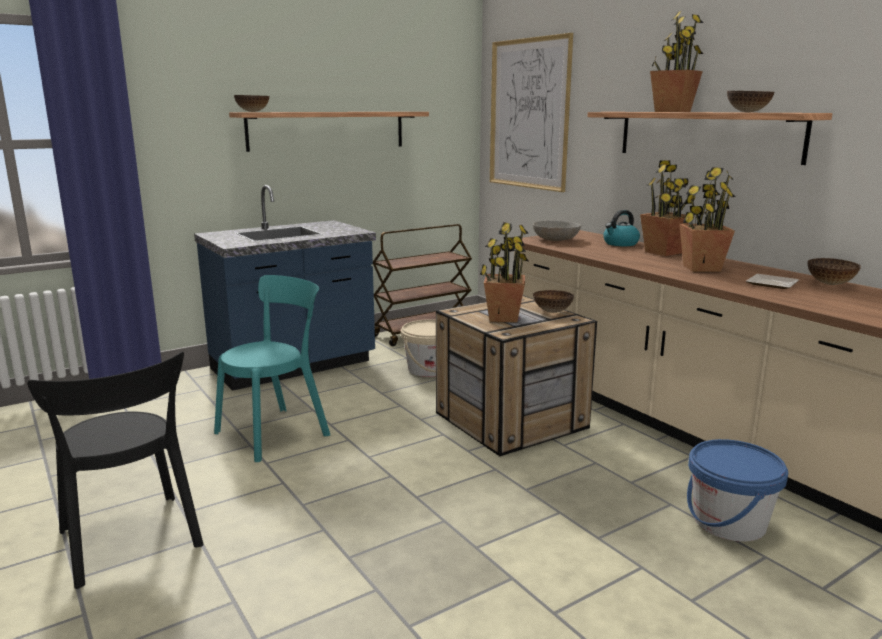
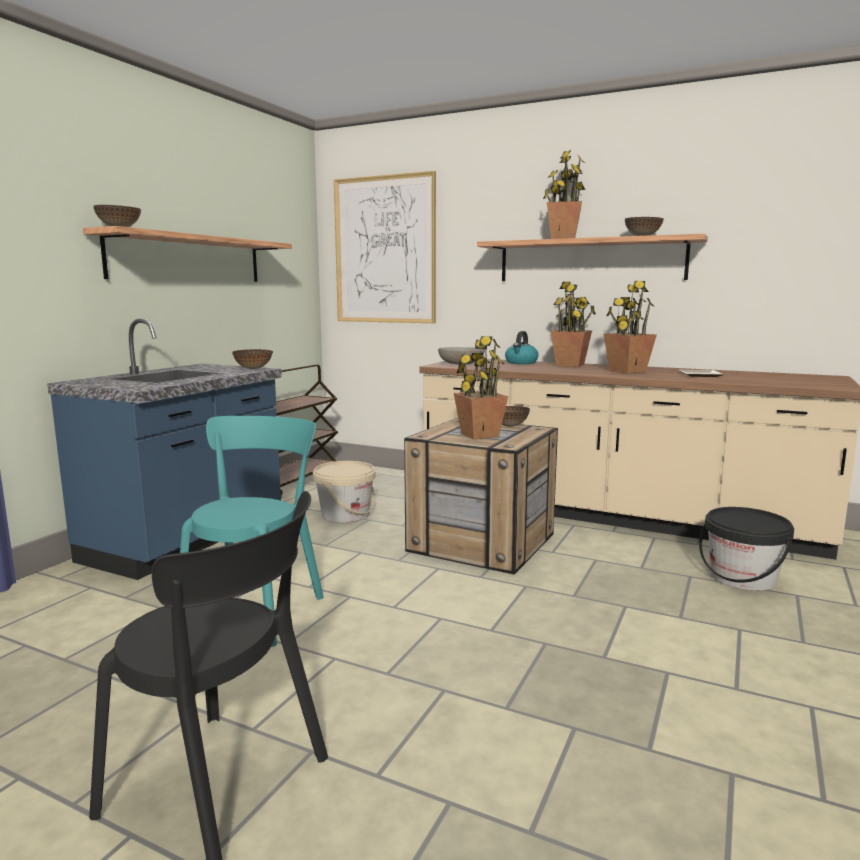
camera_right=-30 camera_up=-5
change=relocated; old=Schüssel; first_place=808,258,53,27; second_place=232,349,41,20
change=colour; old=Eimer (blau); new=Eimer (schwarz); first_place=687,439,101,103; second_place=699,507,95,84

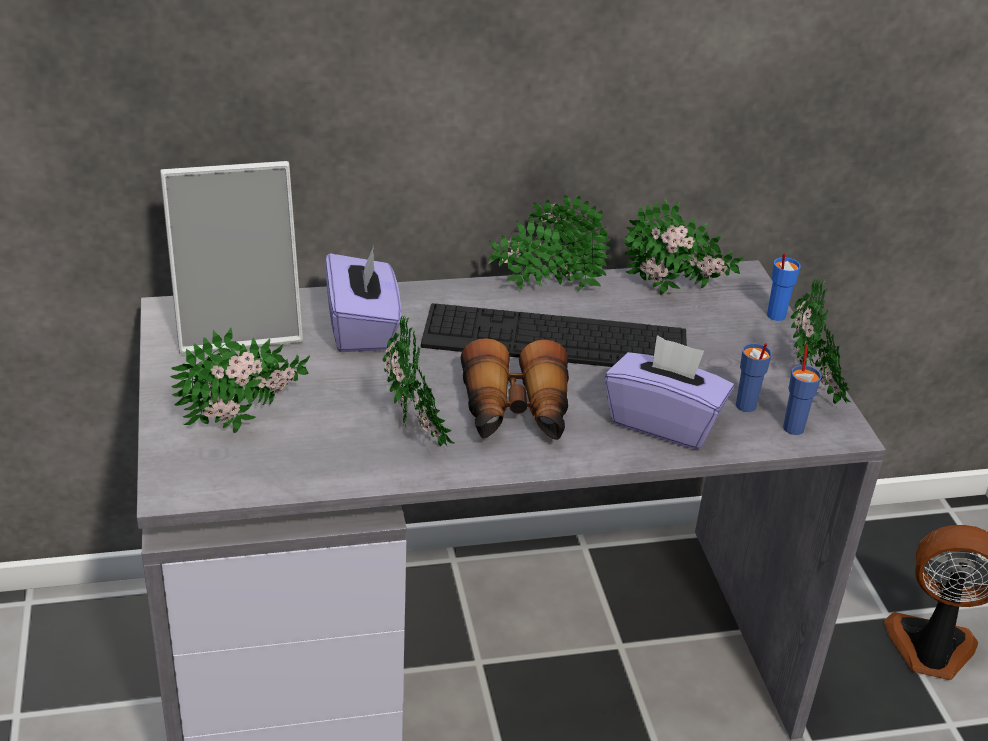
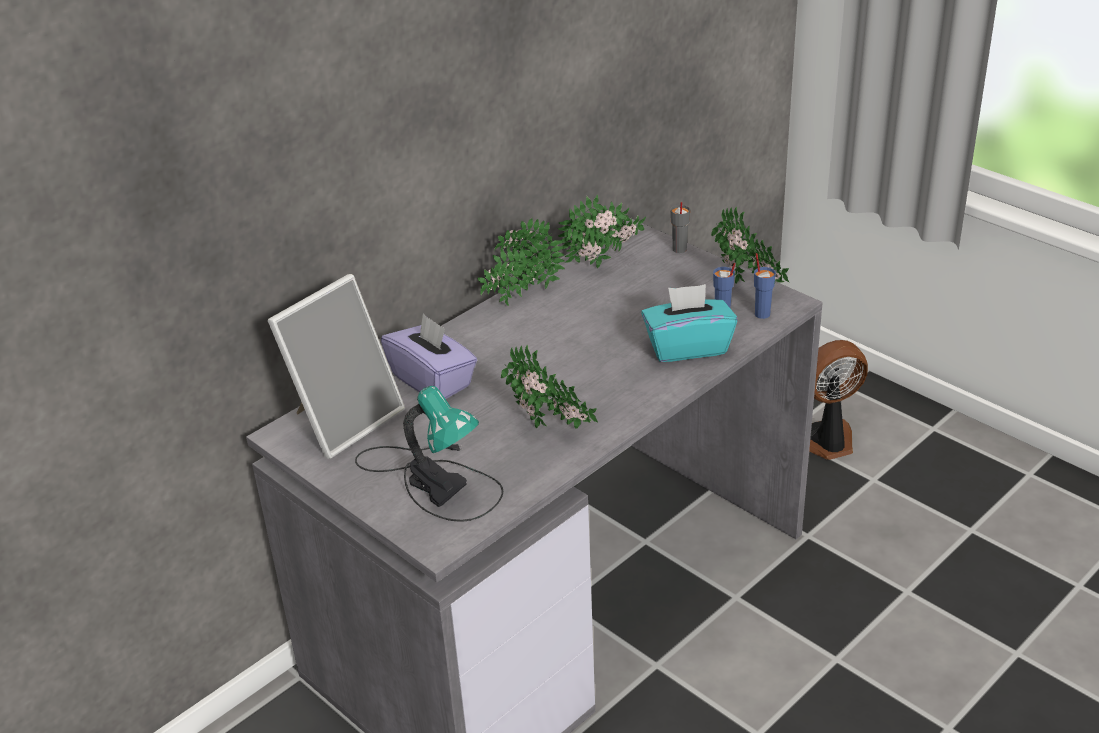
camera_right=-30 camera_up=0
change=colour; old=Tasse (blau); new=Tasse (grau); first_place=767,253,33,68; second_place=670,202,20,51
change=missing; old=Tastatur; first_place=421,303,266,64
change=exchanged; old=Topfpflanze; new=Tischlampe; first_place=170,328,140,105; second_place=355,386,148,135
change=colour; old=Taschentuchbox (lila); new=Taschentuchbox (türkis); first_place=605,335,129,114; second_place=641,284,97,78
change=missing; old=Fernglas; first_place=461,338,108,102

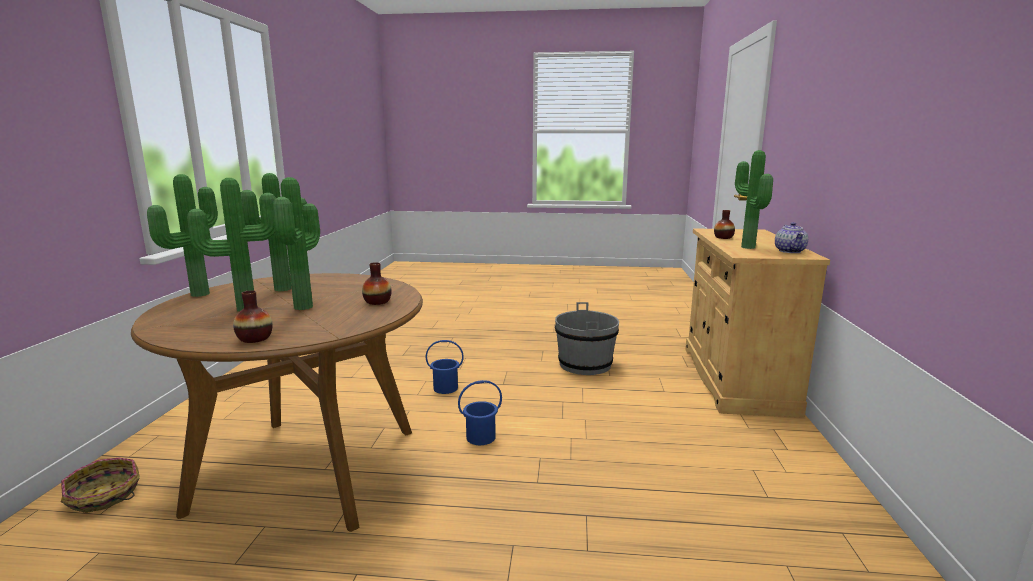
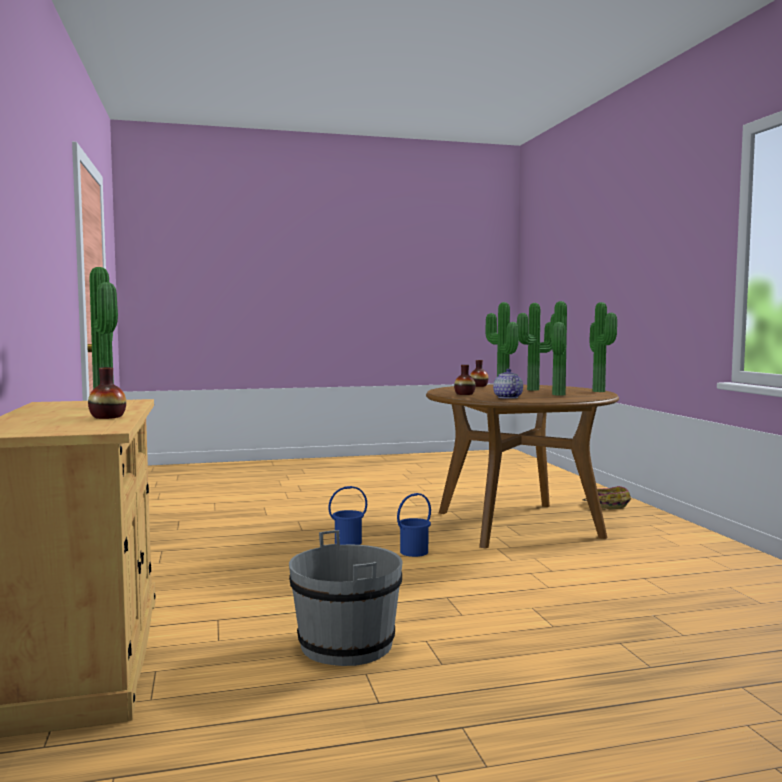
camera_right=160 camera_up=-10
change=relocated; old=Teekanne; first_place=775,222,33,31; second_place=493,369,30,30
change=relocated; old=Eimer (blau); first_place=425,340,39,54; second_place=328,486,39,59

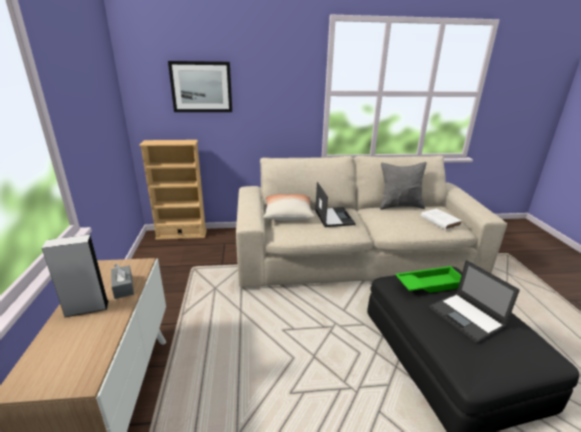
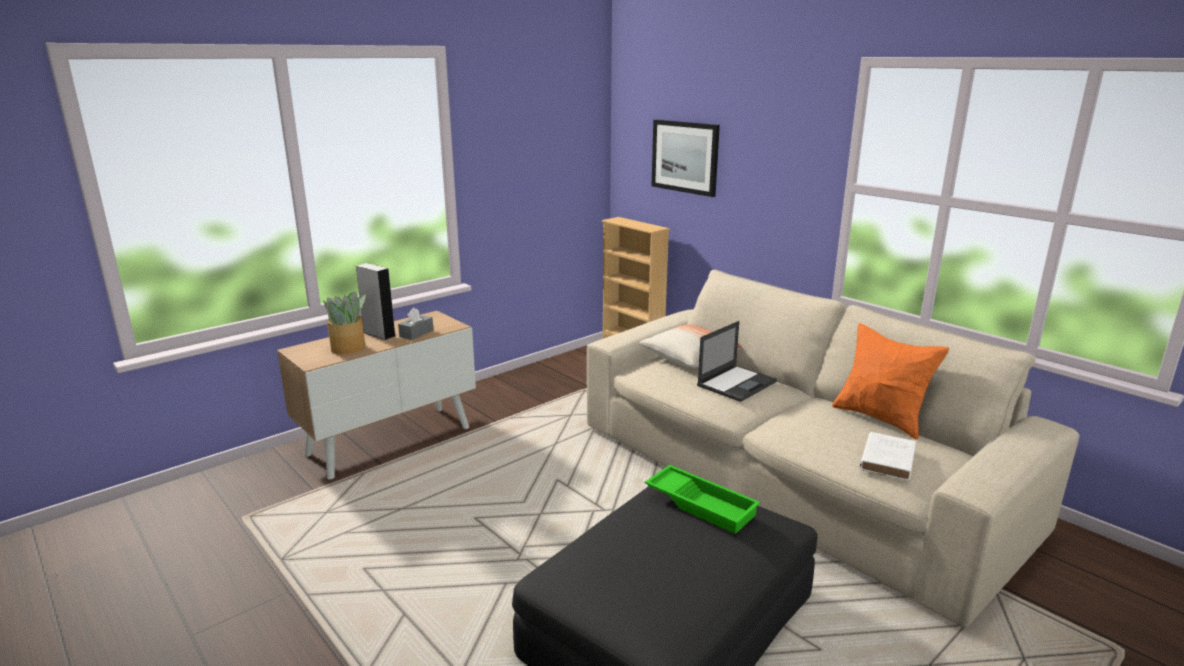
camera_right=55 camera_up=-5
change=colour; old=Kissen (grau); new=Kissen (orange); first_place=380,162,46,48; second_place=832,323,117,117
change=missing; old=Laptop; first_place=429,260,91,83
change=appeared; new=Topfpflanze; second_place=323,292,43,62

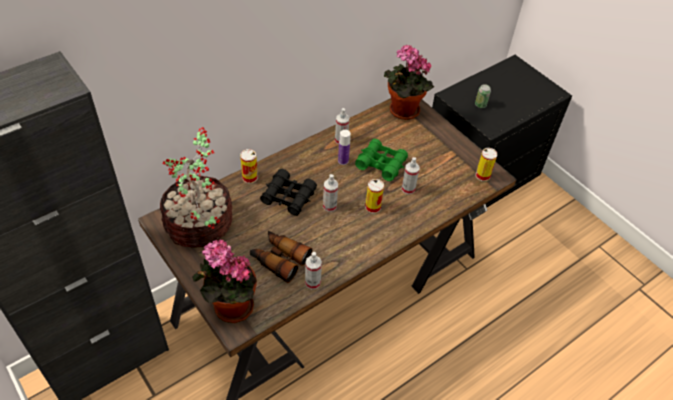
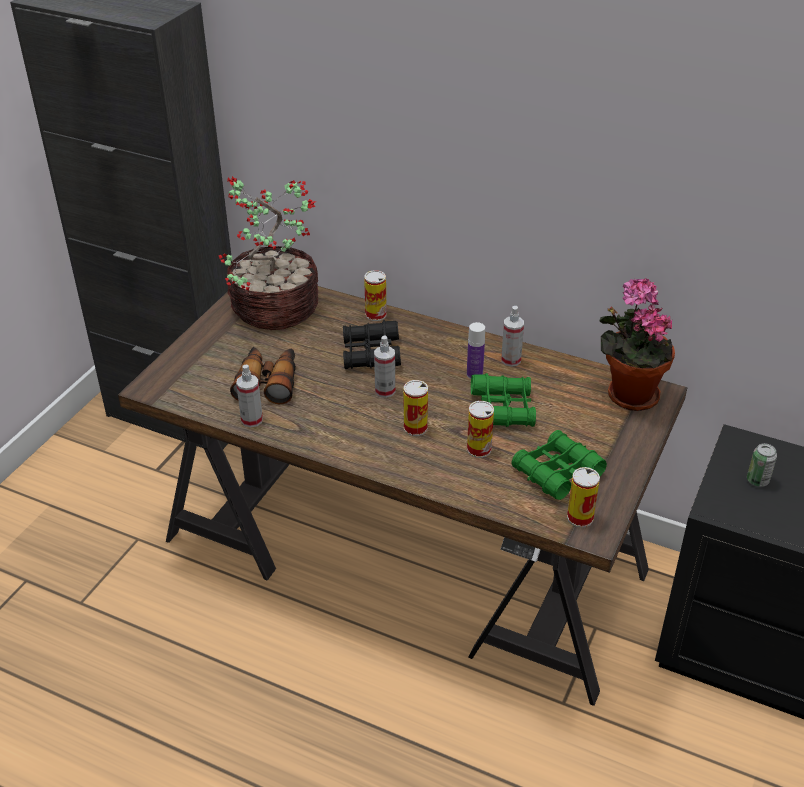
camera_right=65 camera_up=-10
change=exchanged; old=Sprühflasche; new=Dose; first_place=402,157,17,37; second_place=467,401,27,57
change=missing; old=Topfpflanze; first_place=192,240,65,83
change=appeared; new=Fernglas (grün); second_place=512,430,95,70

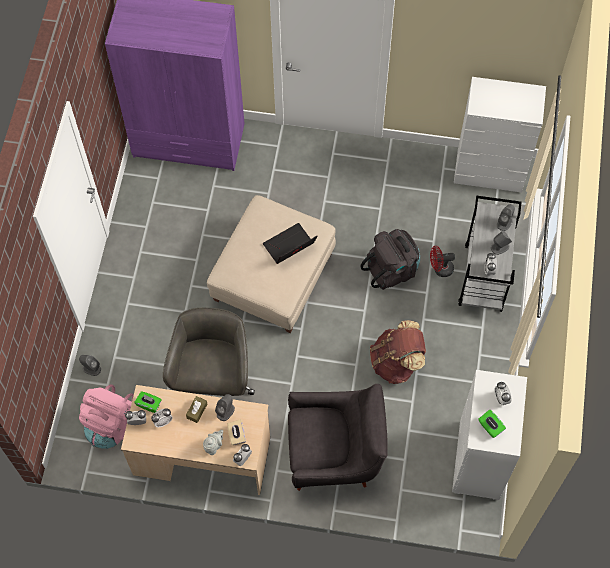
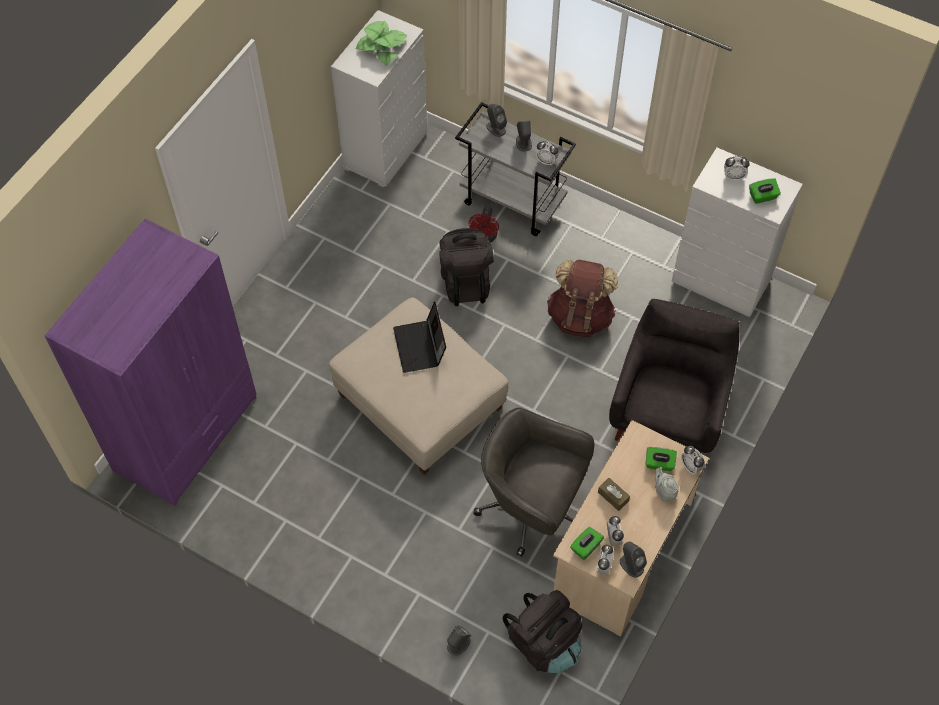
camera_right=-70 camera_up=-5
change=colour; old=Rucksack (rosa); new=Rucksack (schwarz); first_place=79,385,55,64; second_place=503,590,79,83
change=relocated; old=Lautsprecher (grau); first_place=215,394,20,27; second_place=620,542,27,36
change=colour; old=Taschentuchbox (beige); new=Taschentuchbox (grün); first_place=227,419,19,26; second_place=645,447,32,24
change=appeared; new=Topfpflanze; second_place=356,21,52,45

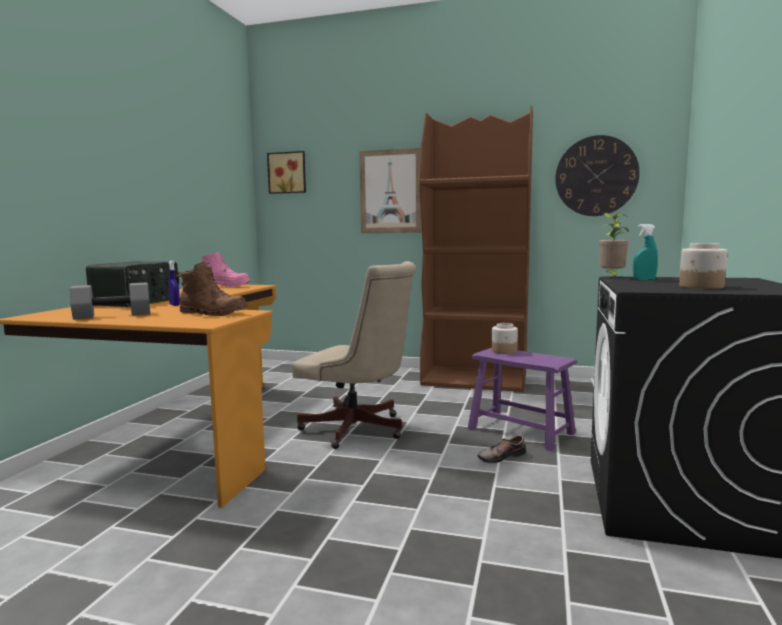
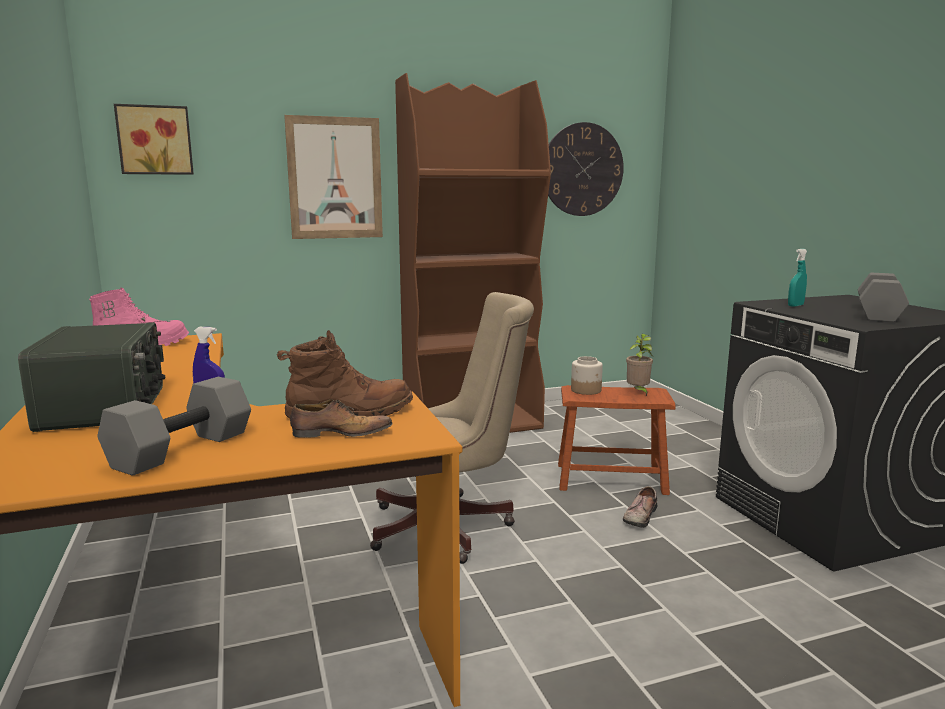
camera_right=-35 camera_up=5
change=relocated; old=Topfpflanze; first_place=599,213,30,65; second_place=626,334,27,62
change=exchanged; old=Vorratsglas; new=Hantel (grau); first_place=679,243,48,46; second_place=858,273,51,49
change=colour; old=Hocker (lila); new=Hocker (braun); first_place=468,348,109,103; second_place=558,385,118,110
change=appeared; new=Schuh; second_place=290,399,102,39

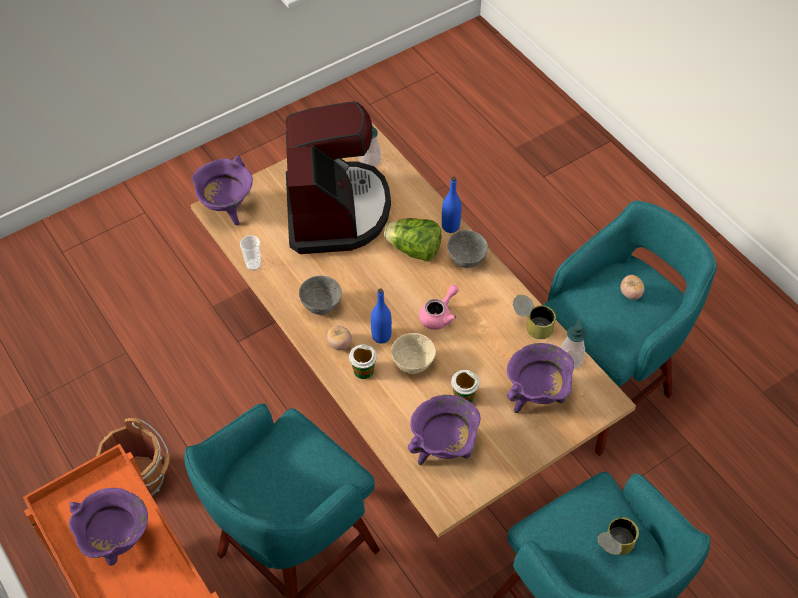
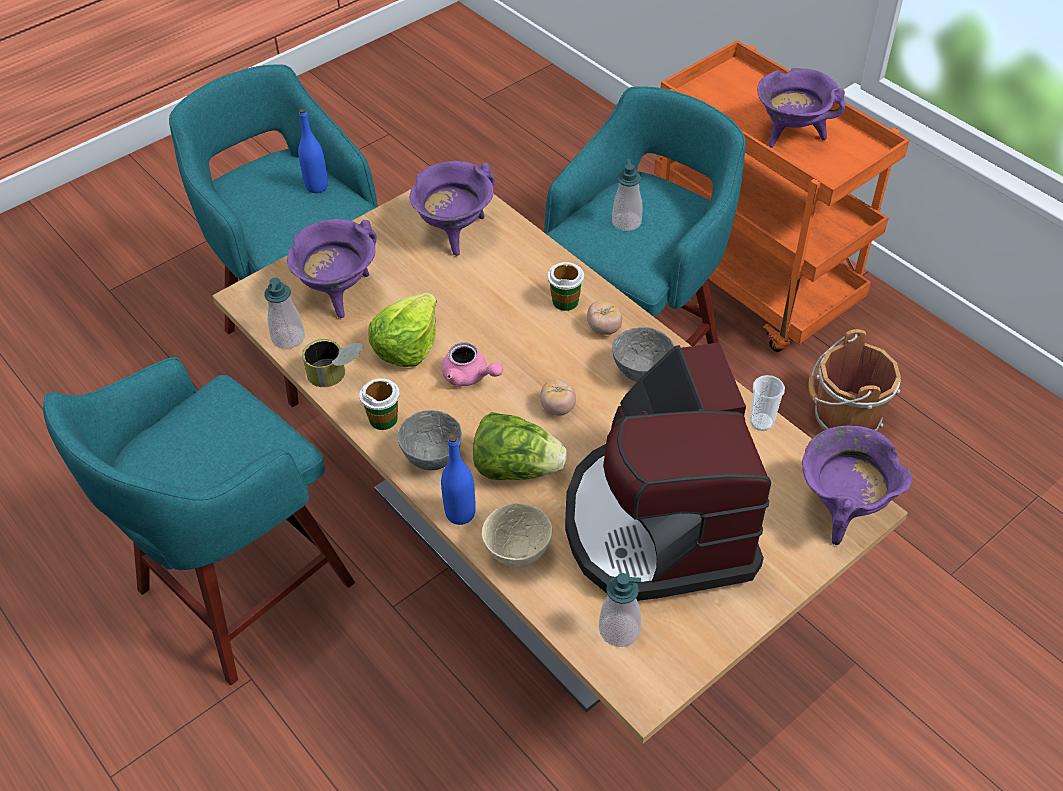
camera_right=175 camera_up=-5
change=relocated; old=Tomate; first_place=621,275,23,25; second_place=540,380,36,36
change=spun; old=Teekanne (rosa); first_place=419,285,40,45; second_place=442,342,61,44; degrees=-90
change=relocated; old=Flasche (blau); first_place=371,289,21,55; second_place=298,108,30,85
change=relocated; old=Schüssel (beige); first_place=391,333,45,41; second_place=482,503,71,65
change=relocated; old=Tasse; first_place=451,370,28,32; second_place=359,378,41,52
change=missing; old=Dose; first_place=598,517,41,38
change=appeared; new=Seifenspender; second_place=612,159,30,72
change=appeared; new=Salatkopf; second_place=368,293,69,74

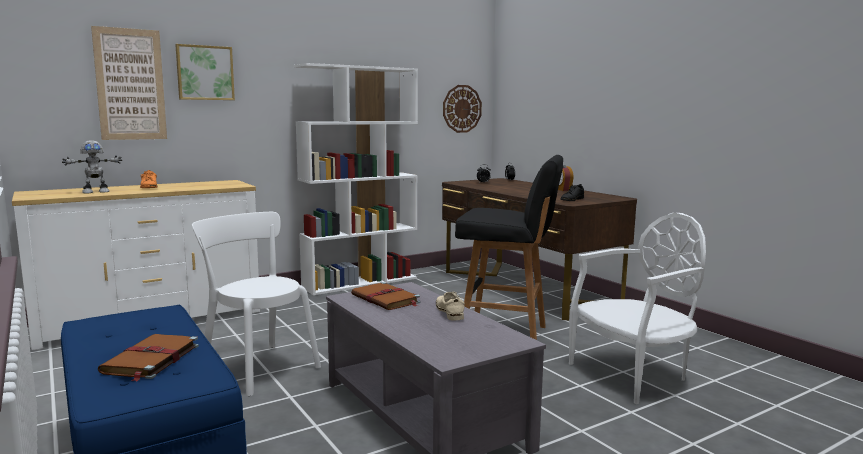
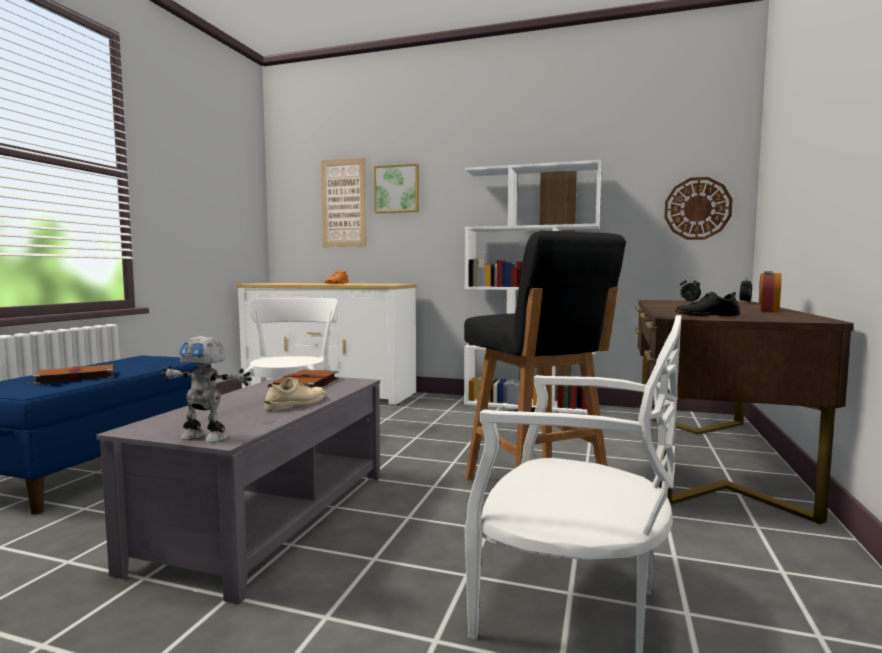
camera_right=50 camera_up=-5
change=relocated; old=Spielzeugroboter; first_place=62,140,60,53; second_place=161,336,91,107

